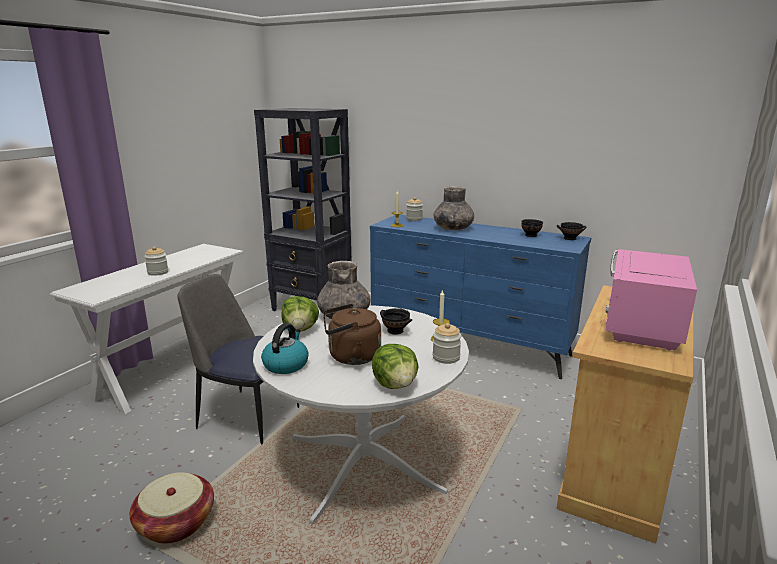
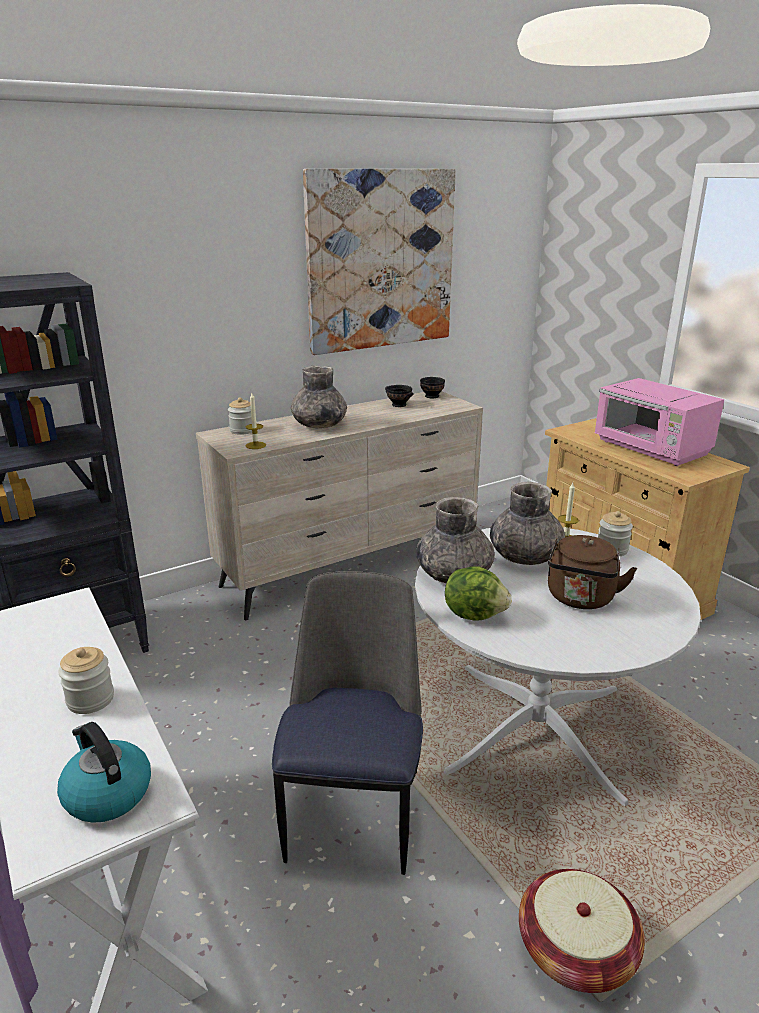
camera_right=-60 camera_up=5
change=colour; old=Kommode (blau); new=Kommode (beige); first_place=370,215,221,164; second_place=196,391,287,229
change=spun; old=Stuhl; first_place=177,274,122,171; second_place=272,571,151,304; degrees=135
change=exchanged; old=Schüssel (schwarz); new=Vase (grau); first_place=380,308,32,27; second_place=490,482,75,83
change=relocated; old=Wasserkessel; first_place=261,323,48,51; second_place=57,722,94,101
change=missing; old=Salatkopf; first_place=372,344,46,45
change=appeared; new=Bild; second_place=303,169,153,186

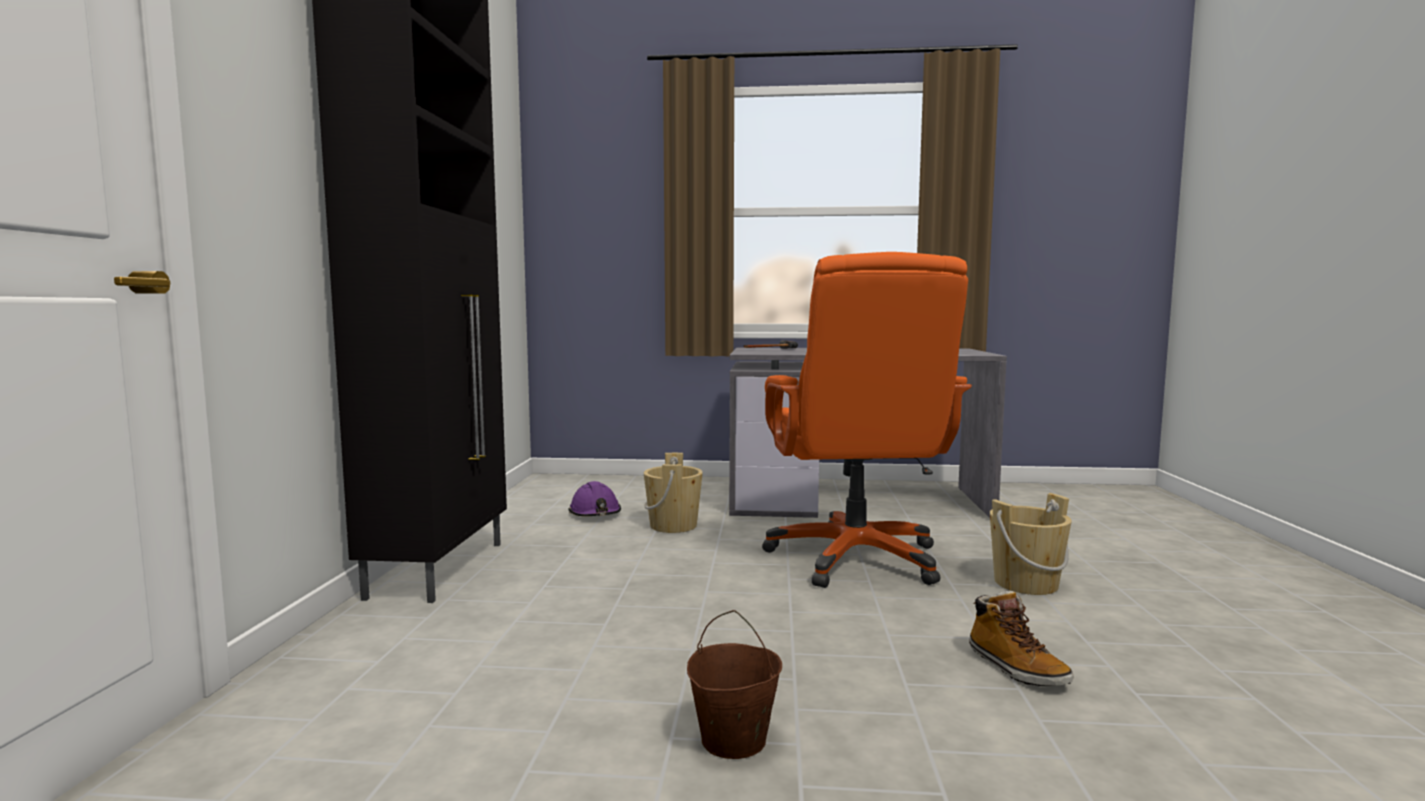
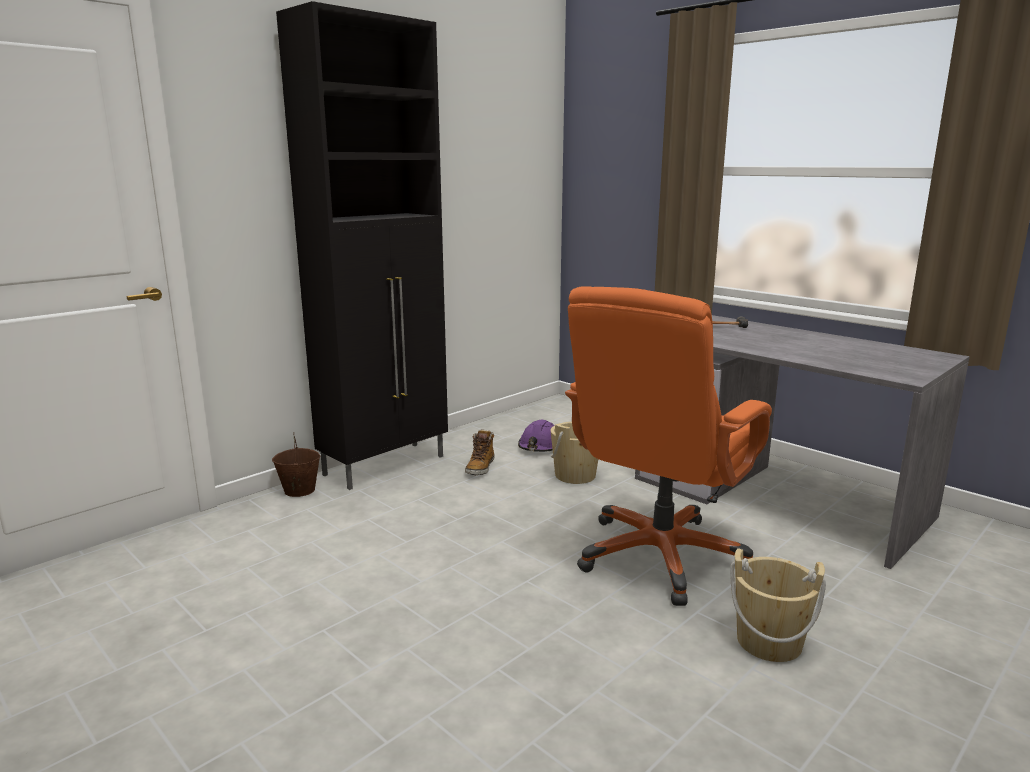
camera_right=40 camera_up=10
change=relocated; old=Stiefel; first_place=969,591,105,95; second_place=465,429,30,46
change=relocated; old=Eimer (braun); first_place=687,610,95,149; second_place=272,433,49,64

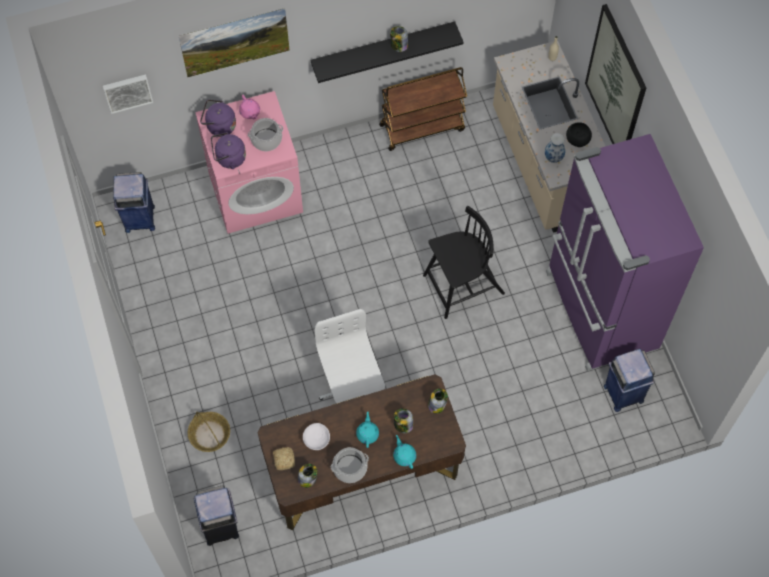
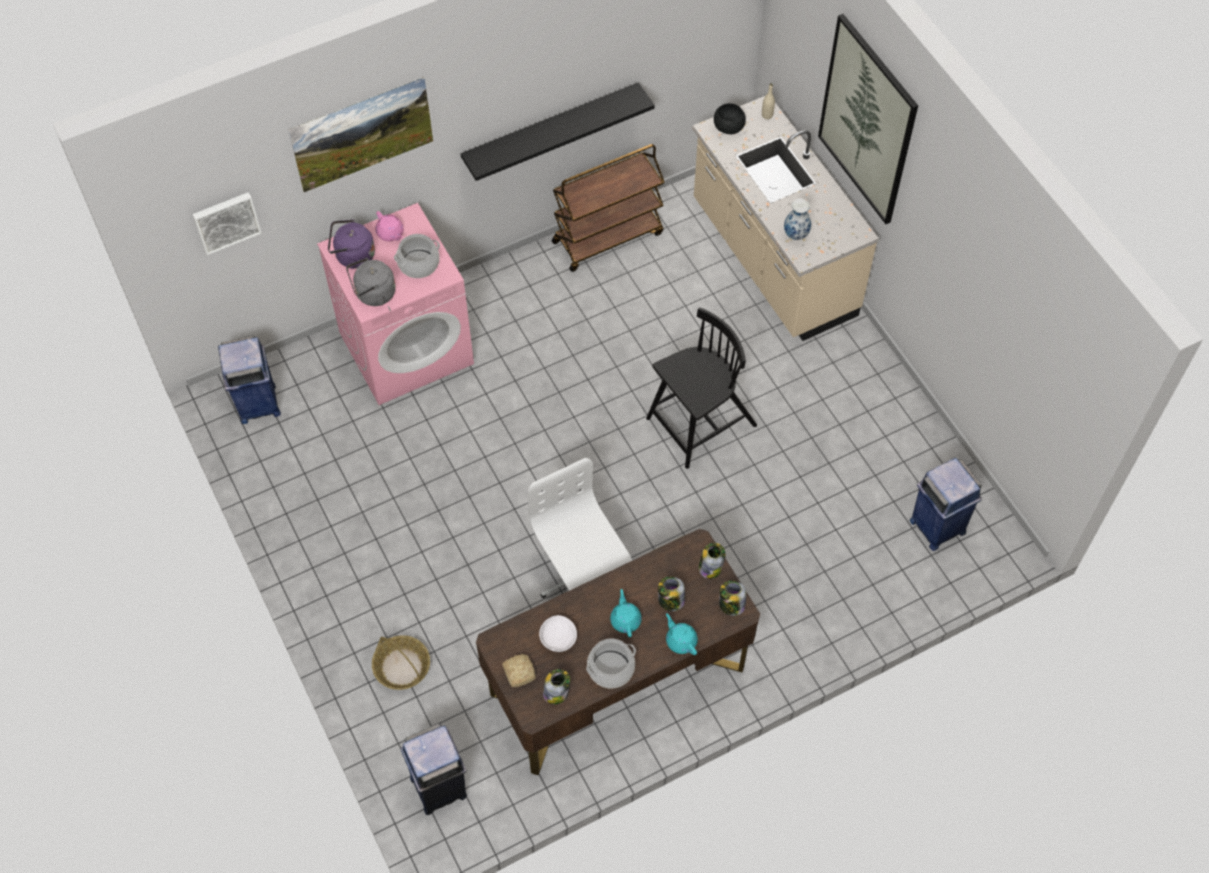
camera_right=-10 camera_up=-5
change=relocated; old=Vorratsglas; first_place=390,26,18,26; second_place=719,581,27,35
change=relocated; old=Schüssel (schwarz); first_place=566,122,26,25; second_place=714,103,32,31
change=colour; old=Wasserkessel (lila); new=Wasserkessel (grau); first_place=211,132,35,37; second_place=346,258,50,48
change=missing; old=Kühlschrank (lila); first_place=546,134,158,237

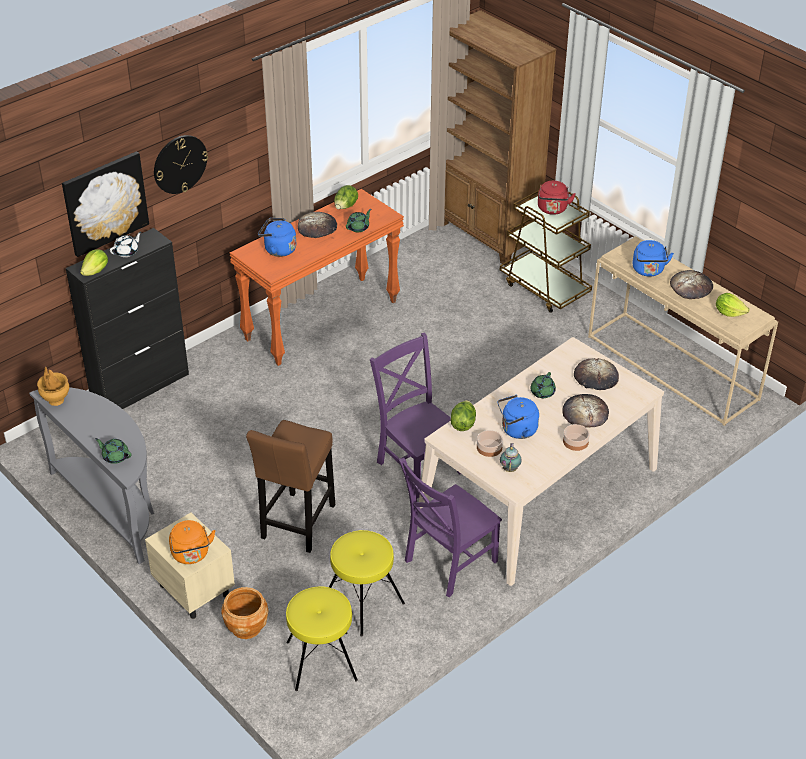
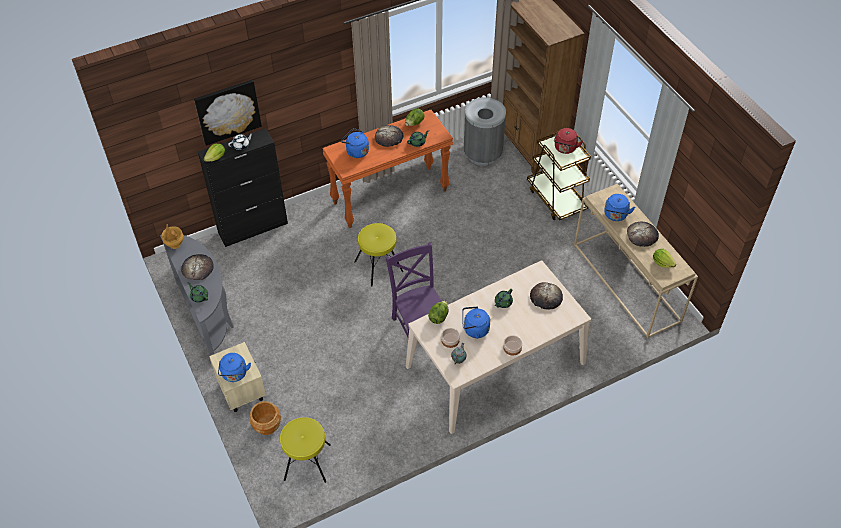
camera_right=15 camera_up=10
change=missing; old=Wanduhr; first_place=154,135,54,59
change=relocated; old=Brot; first_place=562,394,47,34; second_place=181,254,33,26
change=missing; old=Hocker (braun); first_place=246,420,89,133
change=missing; old=Stuhl (lila); first_place=399,458,103,139
change=colour; old=Wasserkessel (orange); new=Wasserkessel (blau); first_place=169,520,46,44; second_place=218,353,33,29
change=relocated; old=Hocker (gelb); first_place=329,530,76,107; second_place=354,223,49,63
change=appeared; new=Mülleimer (grau); second_place=464,97,42,69

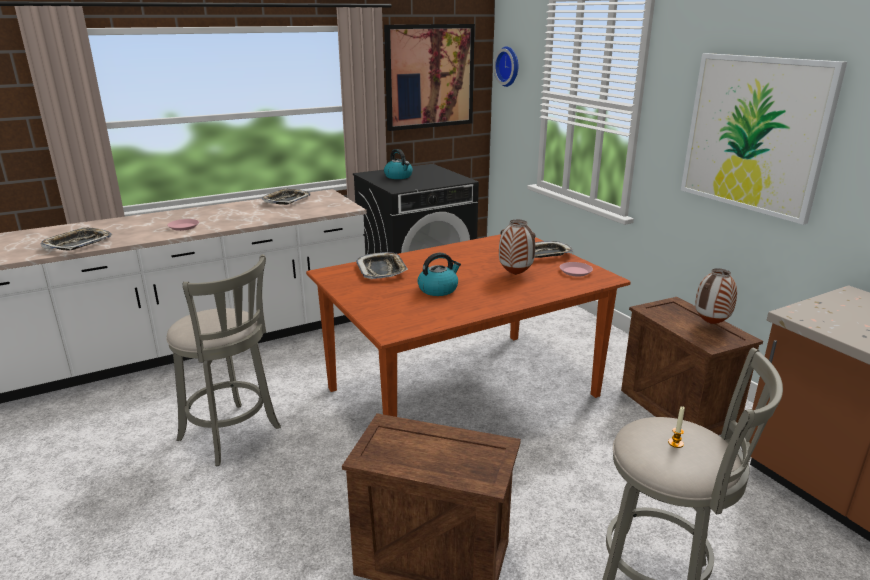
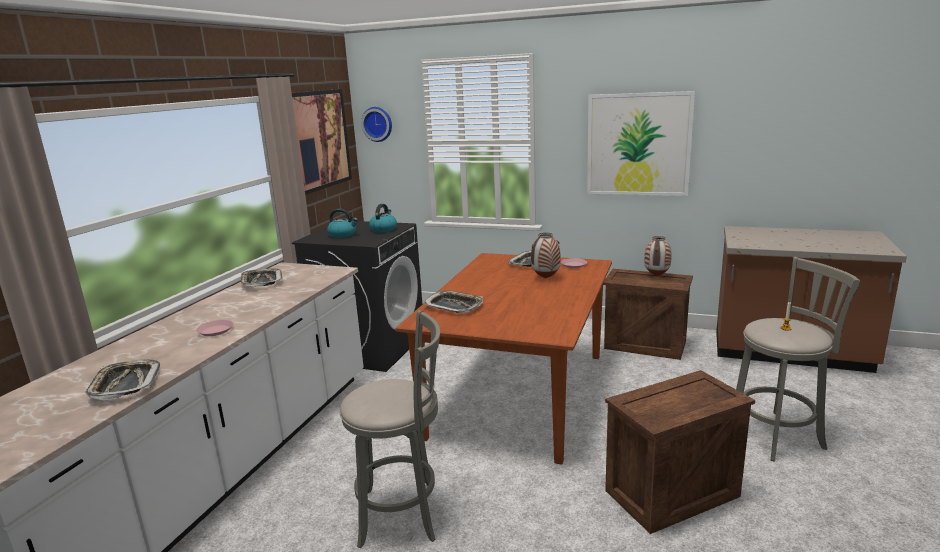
camera_right=-40 camera_up=-5
change=relocated; old=Wasserkessel; first_place=417,253,44,43; second_place=369,204,28,29

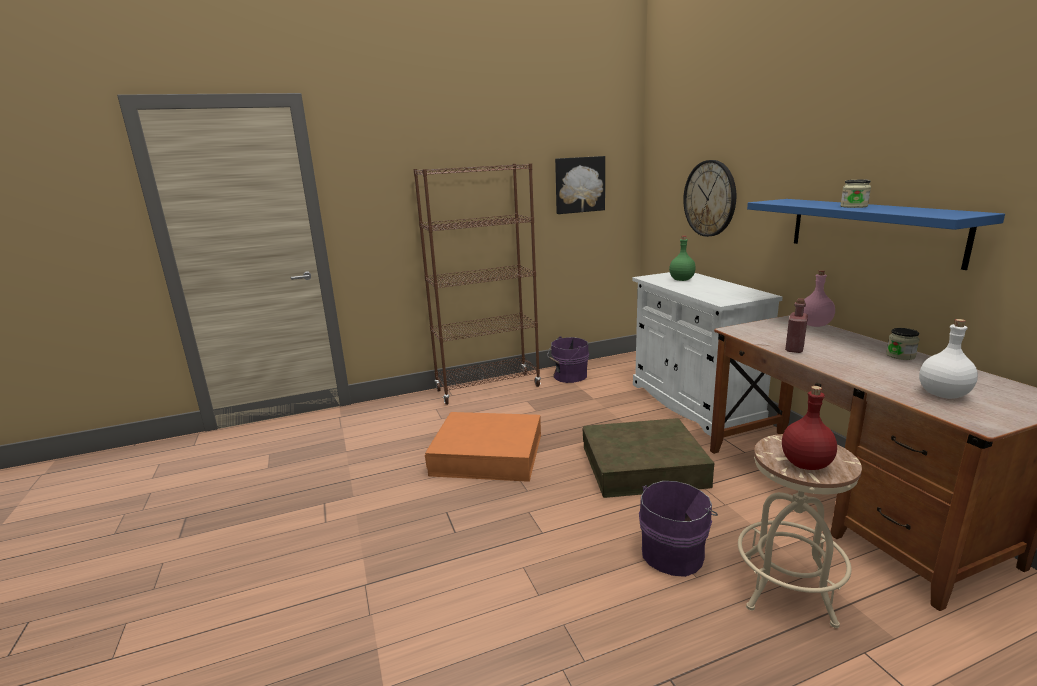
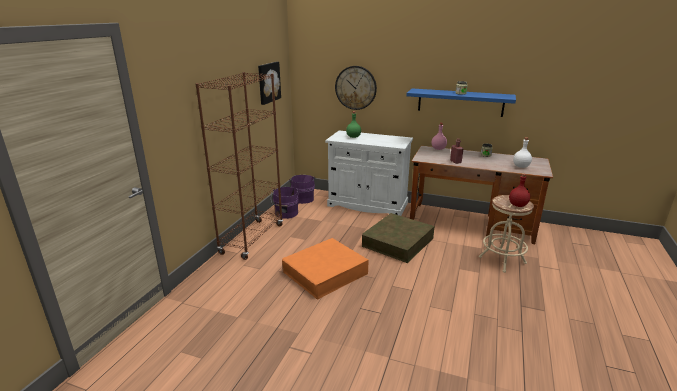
camera_right=-50 camera_up=5
change=relocated; old=Eimer (lila); first_place=639,481,79,96; second_place=289,175,26,29

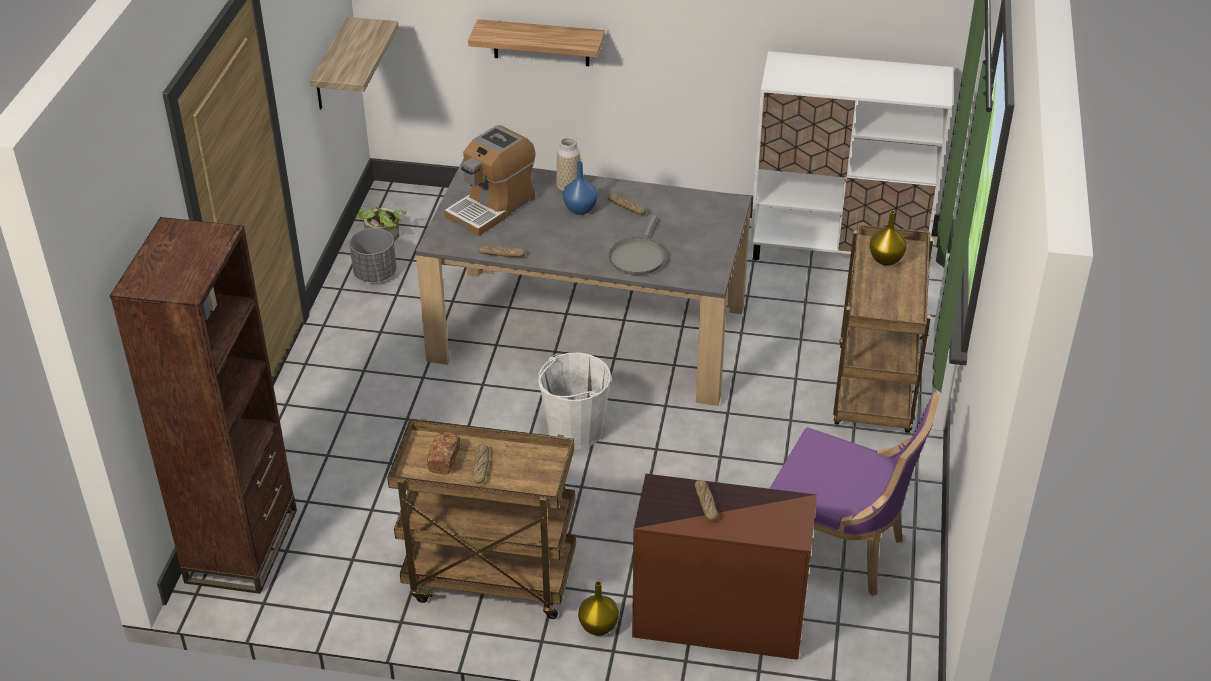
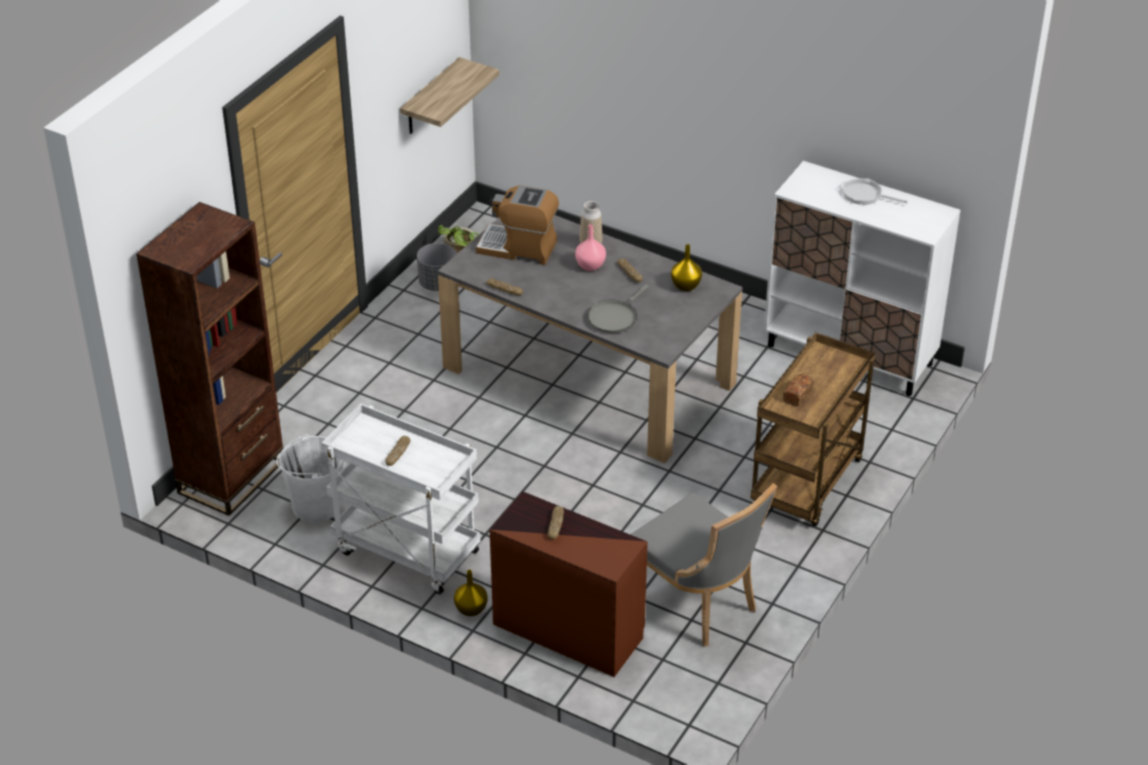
camera_right=20 camera_up=0
change=missing; old=Wandregal; first_place=468,19,137,47
change=spun; old=Kaffeemaschine; first_place=444,125,92,111; second_place=476,185,83,80; degrees=45
change=colour; old=Vase (blau); new=Vase (rosa); first_place=563,161,35,54; second_place=575,224,31,47
change=relocated; old=Vase (gelb); first_place=870,211,36,55; second_place=671,244,31,47
change=relocated; old=Eimer (weiß); first_place=539,353,72,96; second_place=276,435,67,87
change=colour; old=Stuhl (lila); new=Stuhl (grau); first_place=769,392,171,204; second_place=630,483,147,164
change=colour; old=Rollwagen (braun); new=Rollwagen (weiß); first_place=387,418,189,201; second_place=322,404,158,190
change=relocated; old=Brot; first_place=427,432,33,43; second_place=783,374,31,32
change=appeared; new=Pfanne; second_place=840,178,68,27

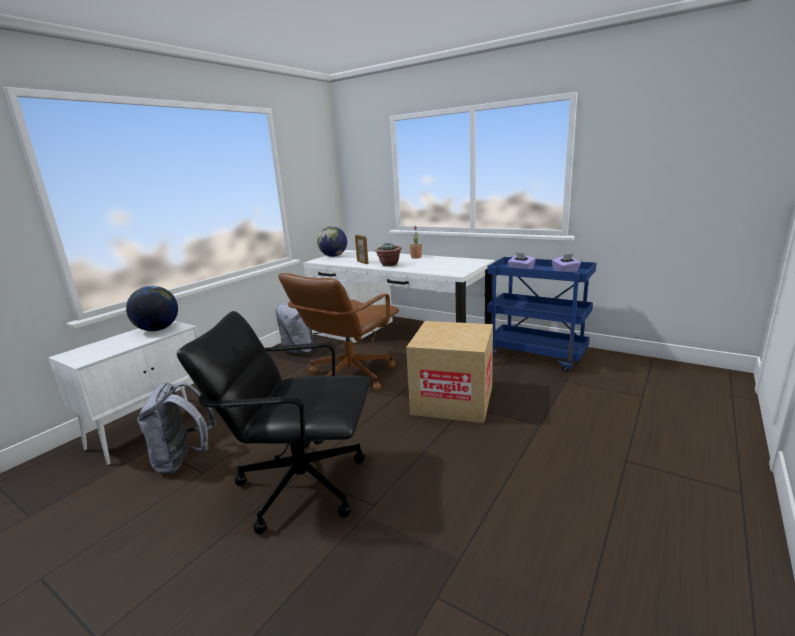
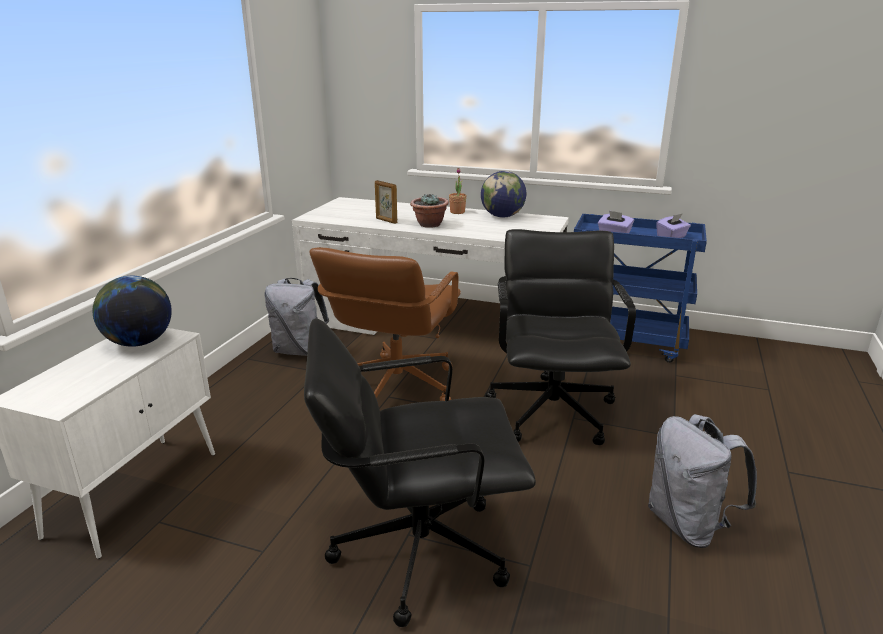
camera_right=-15 camera_up=5
change=relocated; old=Globus; first_place=317,226,30,31; second_place=481,171,45,47
change=exchanged; old=Karton; new=Bürostuhl (schwarz); first_place=406,321,87,102; second_place=485,229,151,216
change=relocated; old=Rucksack (grau); first_place=137,382,80,92; second_place=648,414,109,134

